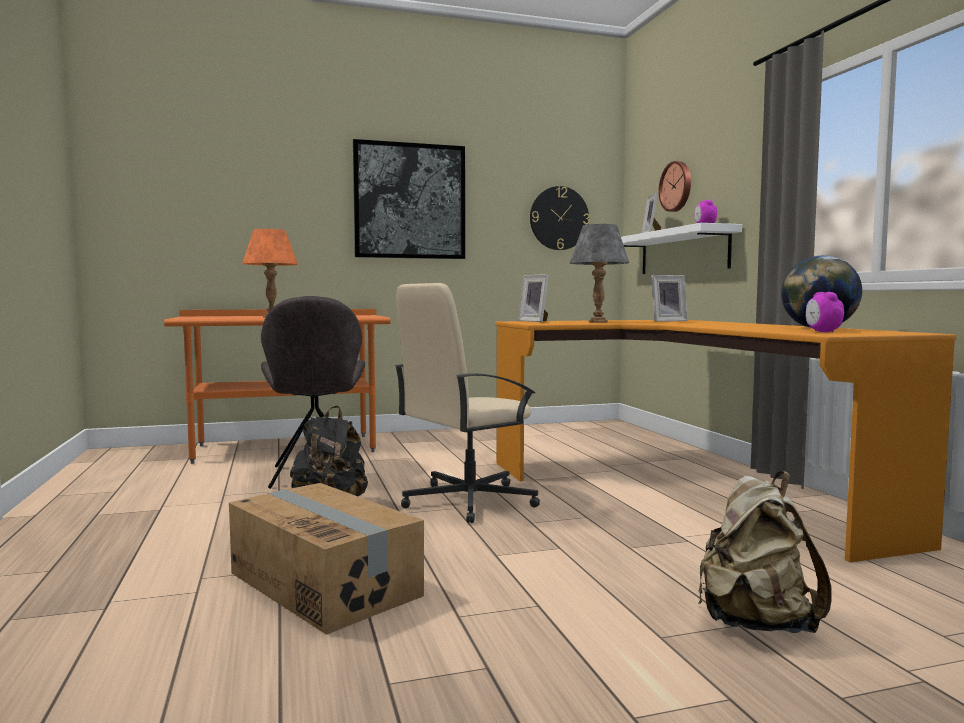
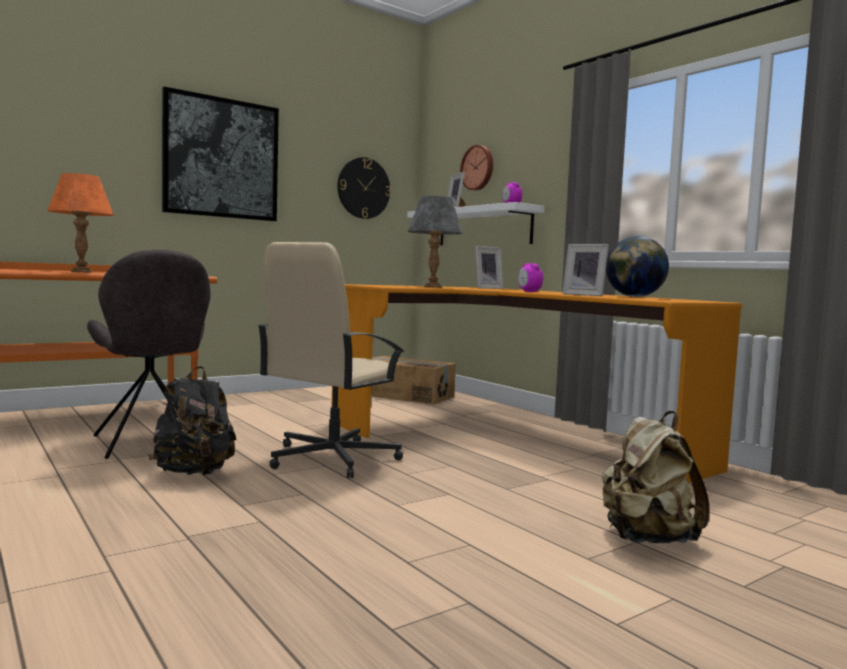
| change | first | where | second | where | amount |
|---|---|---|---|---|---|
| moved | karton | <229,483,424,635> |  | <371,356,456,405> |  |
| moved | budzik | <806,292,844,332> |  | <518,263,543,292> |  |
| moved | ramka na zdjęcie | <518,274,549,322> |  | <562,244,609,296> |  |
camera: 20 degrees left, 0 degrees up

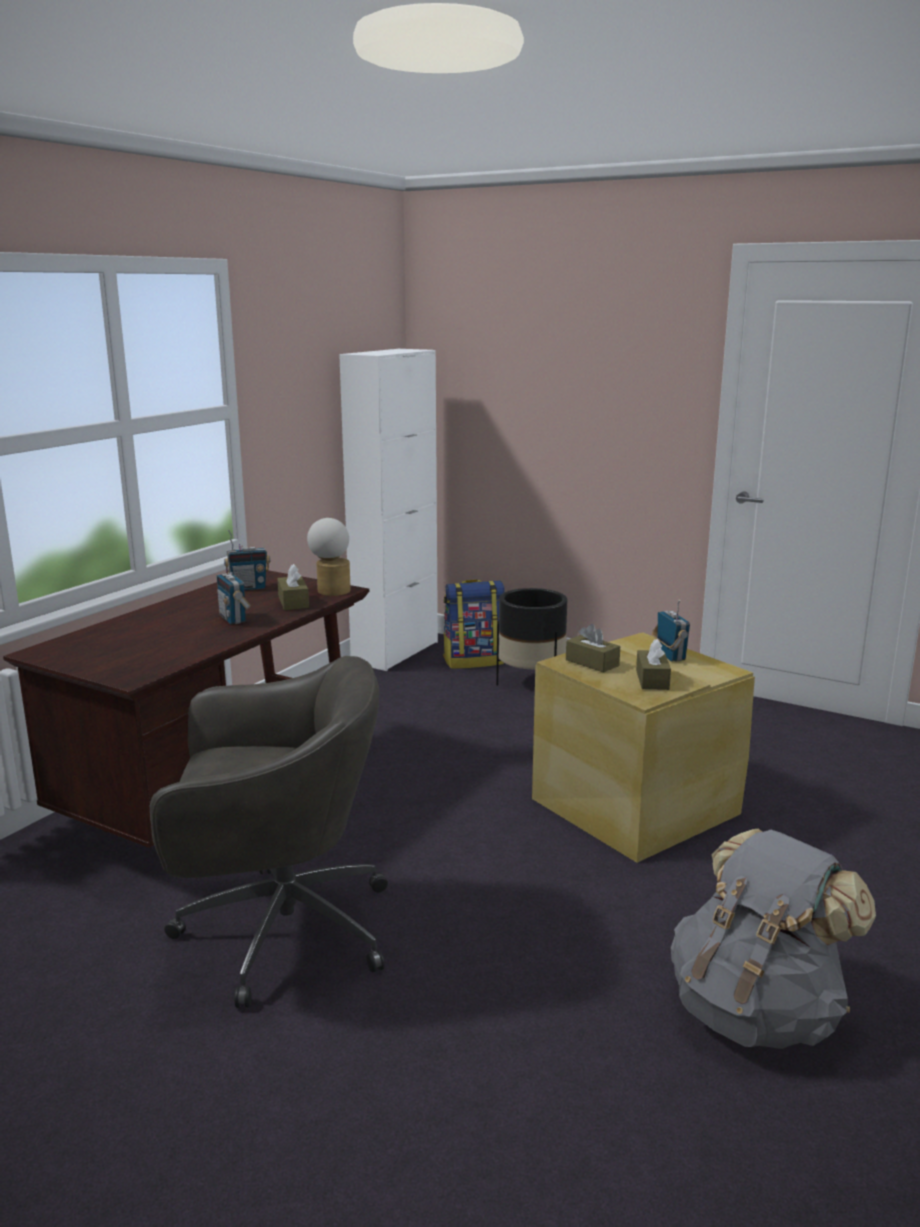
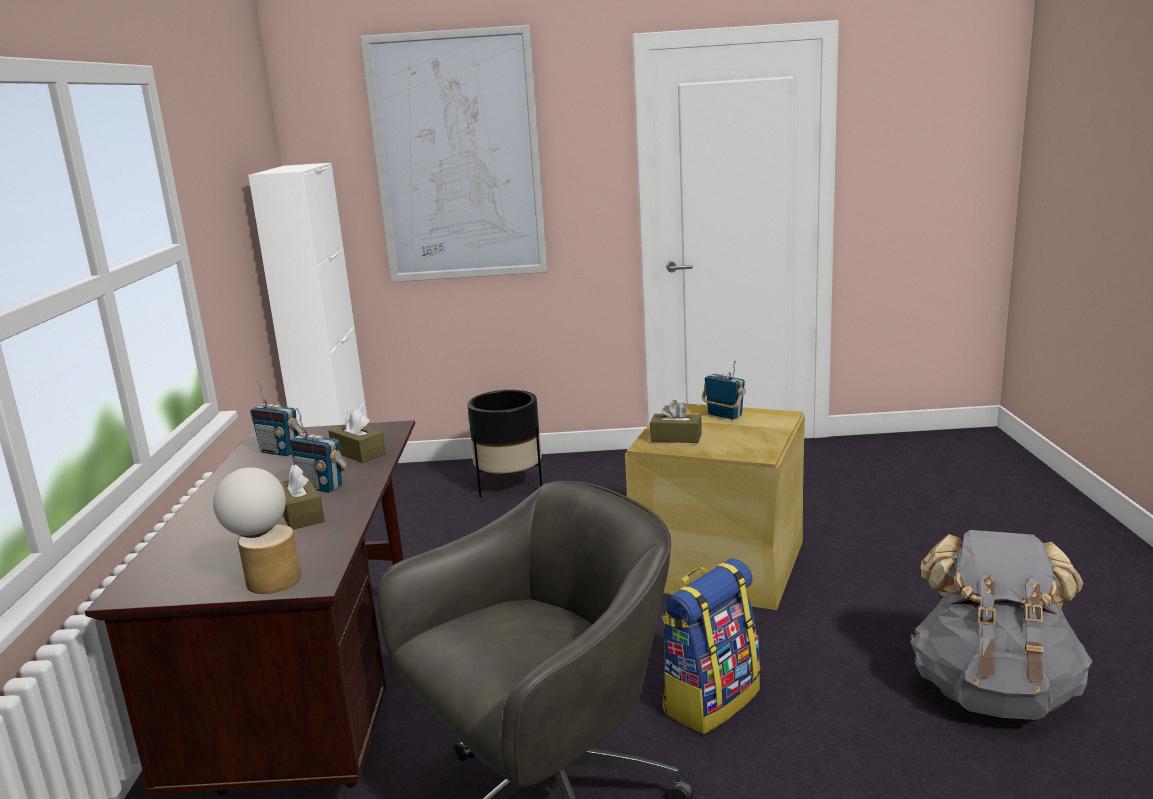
| change | first | where | second | where | amount |
|---|---|---|---|---|---|
| moved | lampa stołowa | <307,518,351,596> |  | <213,467,301,594> |  |
| turned | radio | <224,530,270,590> |  | <250,381,303,456> | 75 degrees clockwise |
| moved | pudełko chusteczek (brązowy) | <636,639,671,690> |  | <280,464,325,530> |  |
| added |  |  | obraz | <360,25,548,282> |  |
| moved | plecak | <443,579,505,669> |  | <661,559,760,734> |  |
camera: 30 degrees left, 0 degrees up

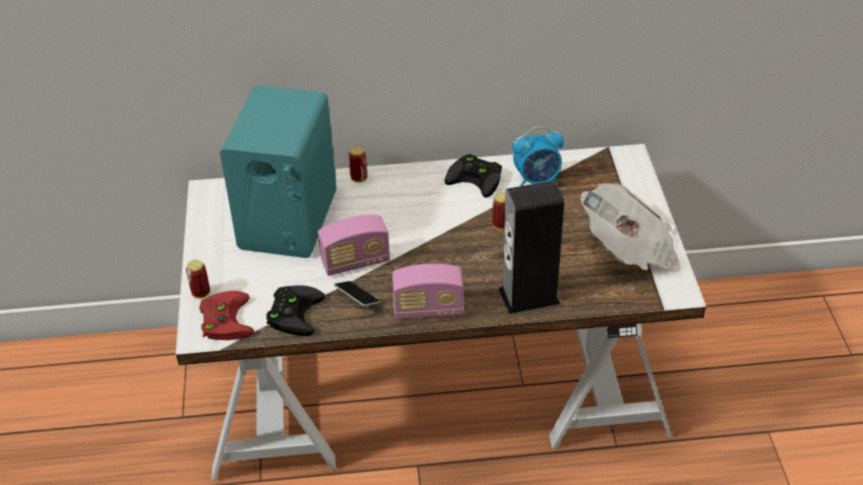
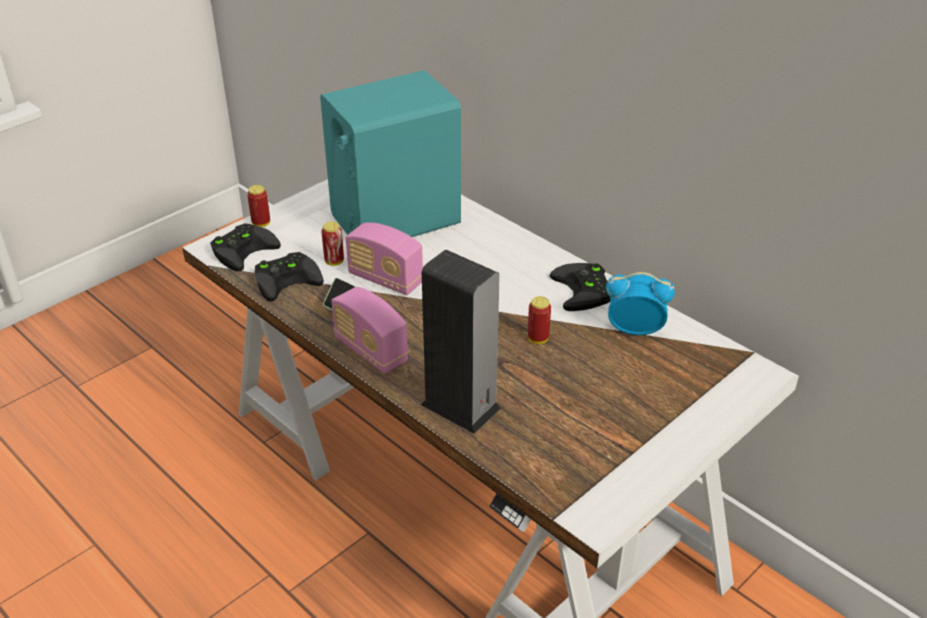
| change | first | where | second | where | amount |
|---|---|---|---|---|---|
| recoloured | pad do gier (czerwony) | <199,291,254,340> | pad do gier (czarny) | <210,223,281,271> |  |
| moved | puszka | <349,146,368,183> |  | <321,222,344,266> |  |
| turned | budzik | <512,126,564,186> |  | <606,272,675,335> | 150 degrees clockwise |
| removed | gazeta | <581,183,681,272> |  |  |  |
camera: 50 degrees right, 5 degrees down

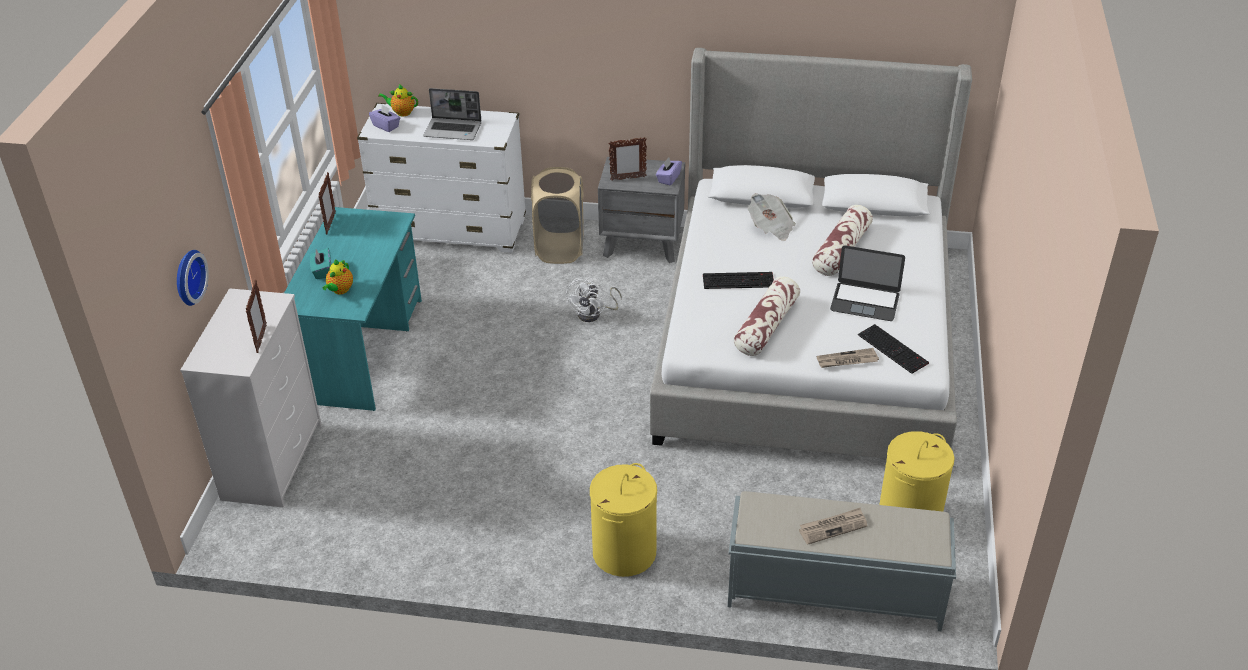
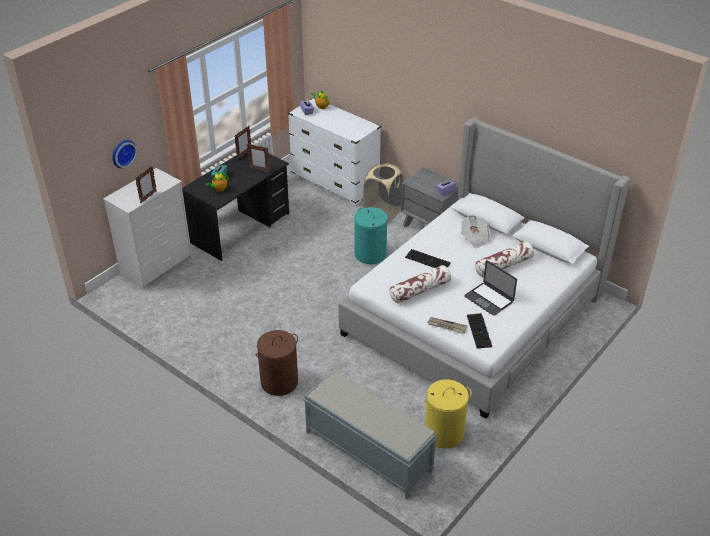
| change | first | where | second | where | amount |
|---|---|---|---|---|---|
| recoloured | biurko (turkusowy) | <284,207,422,411> | biurko (czarny) | <182,146,289,261> |  |
| moved | ramka na zdjęcie | <608,137,647,181> |  | <247,144,270,172> |  |
| recoloured | kosz na pranie (żółty) | <590,463,657,577> | kosz na pranie (brązowy) | <255,330,298,396> |  |
| replaced | wentylator (biały) | <566,278,622,322> | kosz na pranie (turkusowy) | <354,207,388,264> |  |
| removed | laptop | <423,88,481,140> |  |  |  |
| removed | gazeta | <799,508,867,545> |  |  |  |
camera: 30 degrees right, 0 degrees up

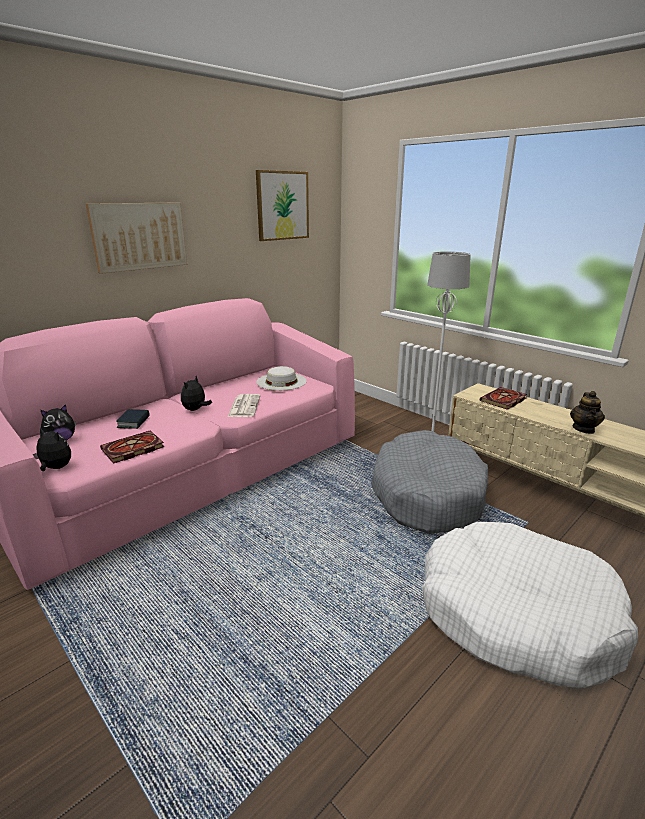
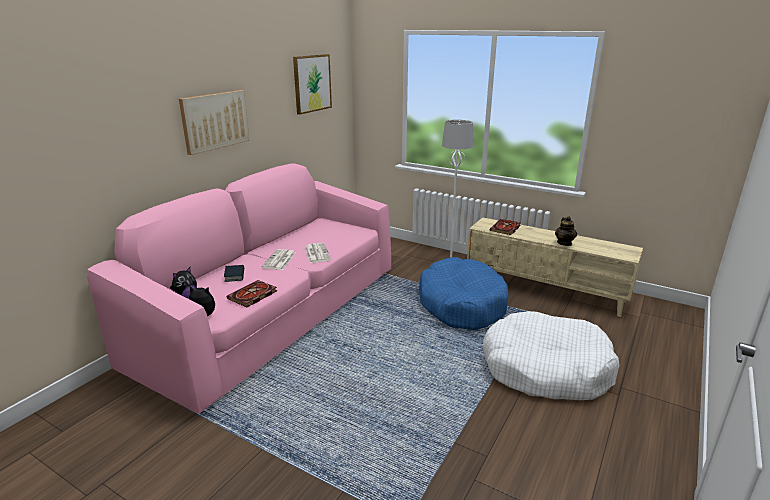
| change | first | where | second | where | amount |
|---|---|---|---|---|---|
| replaced | pluszak | <181,376,212,411> | gazeta | <261,249,296,270> |  |
| recoloured | legowisko (szary) | <371,430,488,534> | legowisko (niebieski) | <419,257,509,330> |  |
| removed | kapelusz (biały) | <256,366,307,391> |  |  |  |
camera: 15 degrees left, 0 degrees up

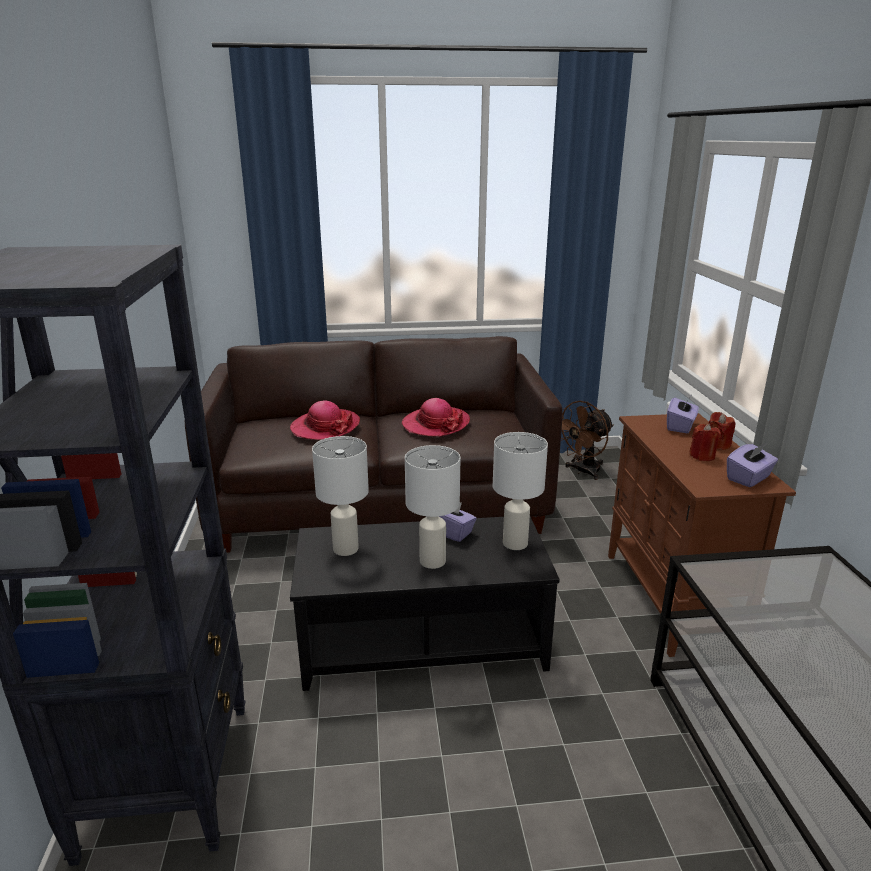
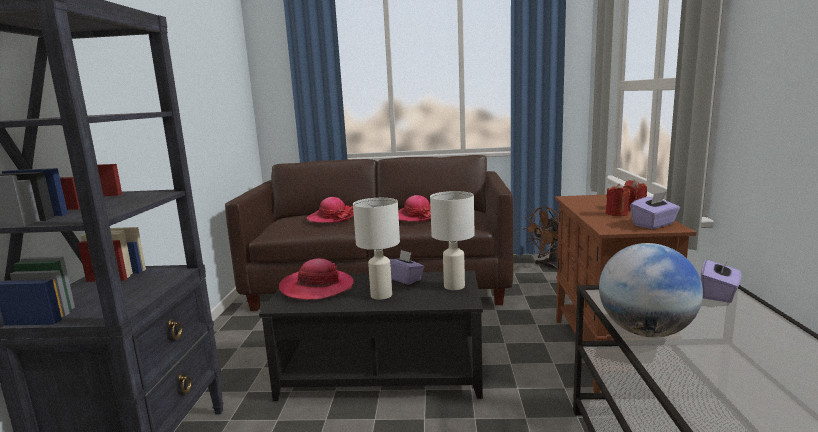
| change | first | where | second | where | amount |
|---|---|---|---|---|---|
| replaced | lampa stołowa (biały) | <312,436,369,556> | kapelusz | <279,258,354,300> |  |
| added |  |  | globus | <599,243,703,337> |  |
| moved | pudełko chusteczek (fioletowy) | <667,396,699,433> |  | <701,257,741,303> |  |
camera: 10 degrees right, 10 degrees down

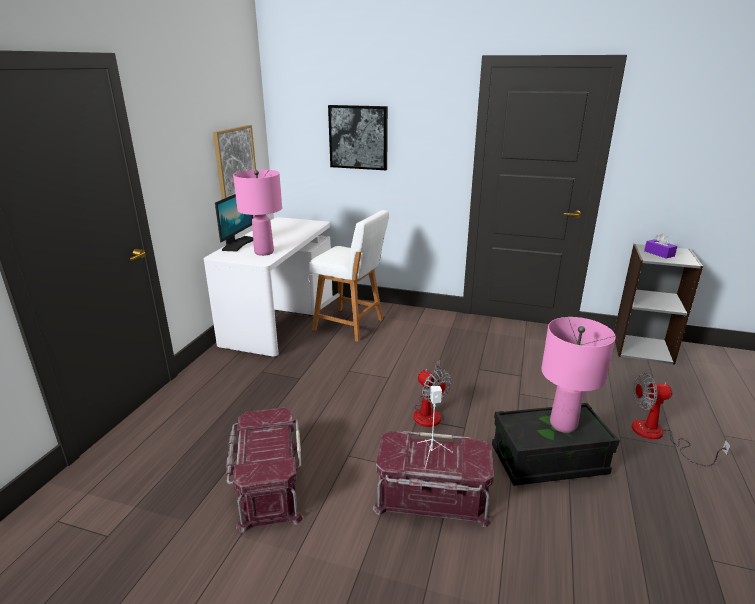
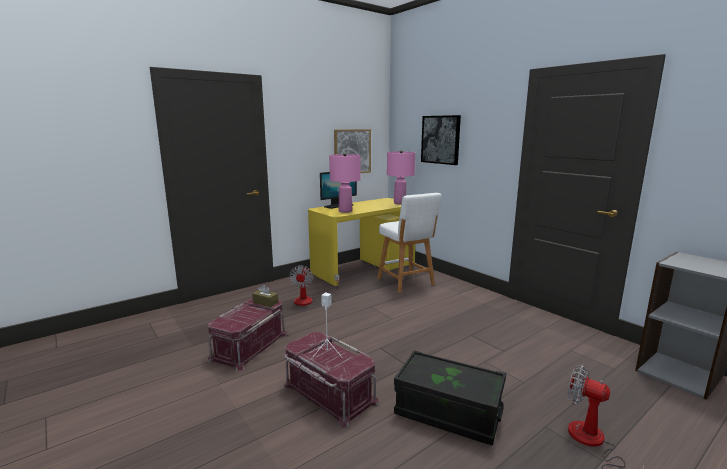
| change | first | where | second | where | amount |
|---|---|---|---|---|---|
| added |  |  | pudełko chusteczek (brązowy) | <252,285,278,307> |  |
| moved | wentylator | <414,360,451,427> |  | <289,265,339,306> |  |
| recoloured | biurko (biały) | <204,217,333,357> | biurko (żółty) | <308,198,416,286> |  |
| moved | lampa stołowa (różowy) | <541,317,616,433> |  | <387,150,415,205> |  |
| removed | pudełko chusteczek (fioletowy) | <644,233,677,259> |  |  |  |
camera: 35 degrees right, 10 degrees down

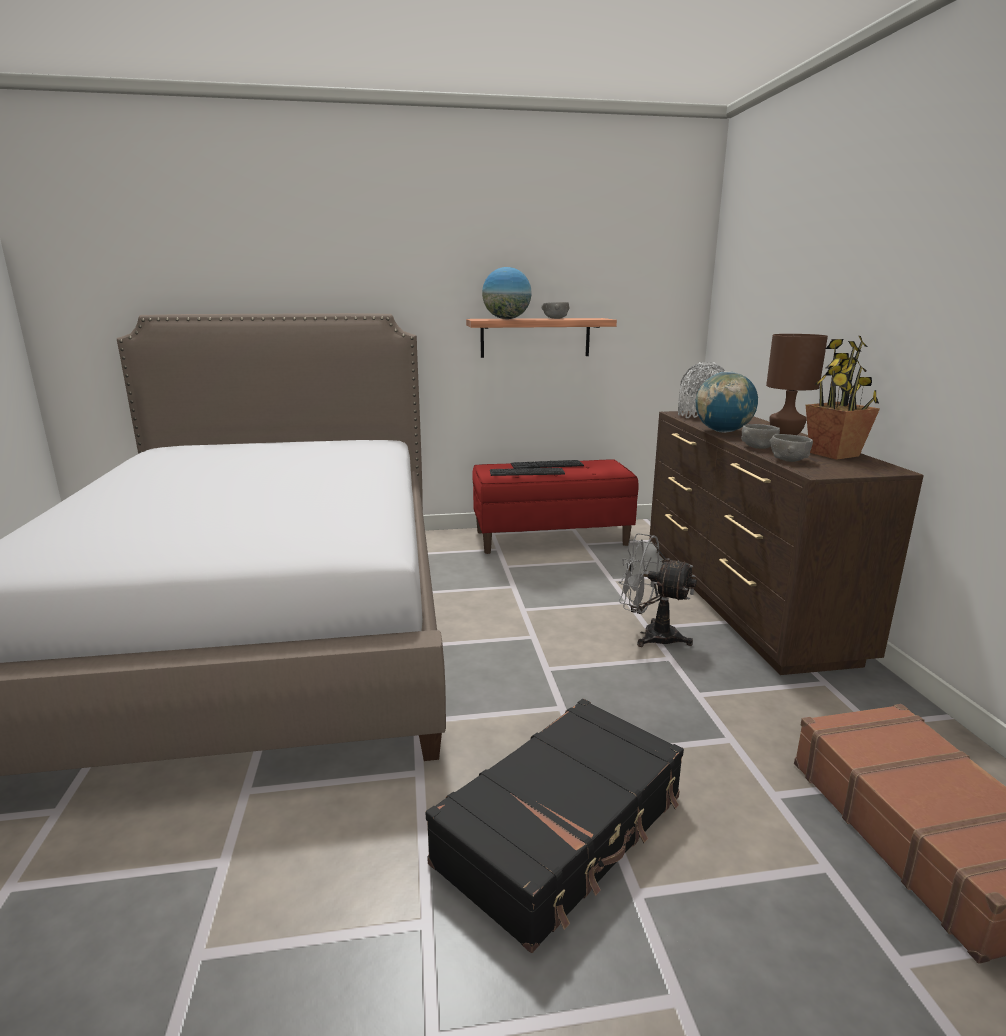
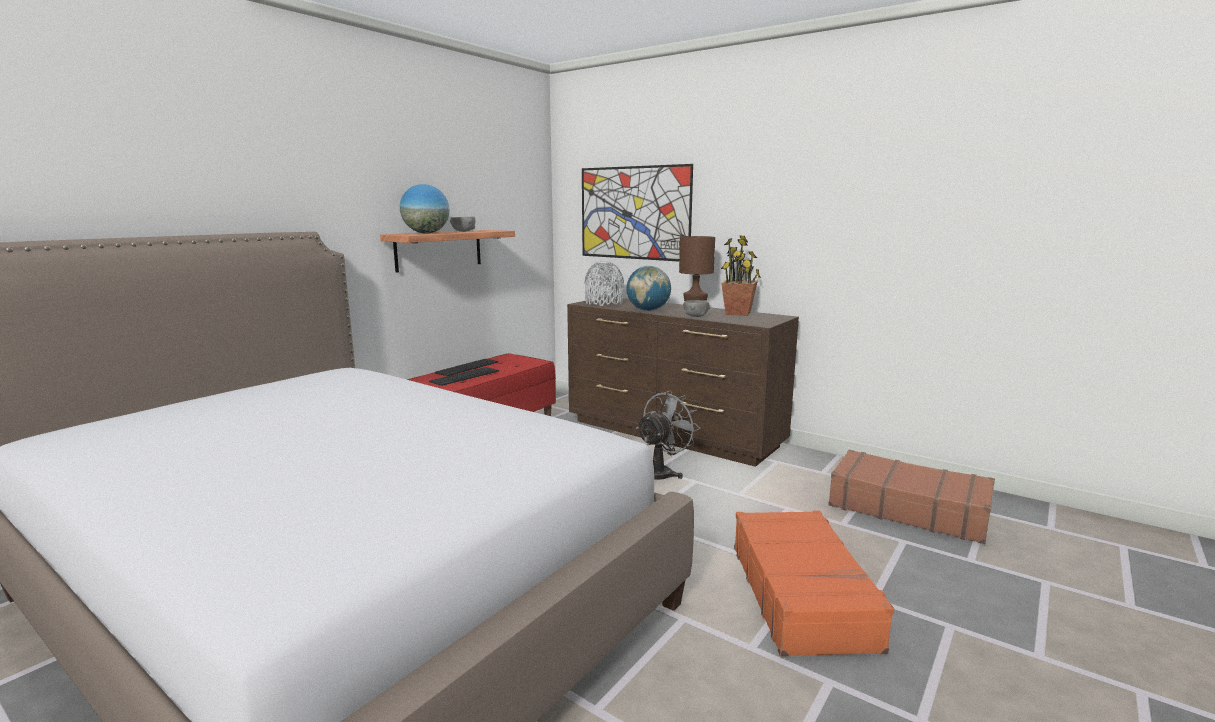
| change | first | where | second | where | amount |
|---|---|---|---|---|---|
| added |  |  | obraz | <582,164,693,261> |  |
| turned | wentylator (szary) | <618,533,697,647> |  | <636,391,701,480> | 150 degrees clockwise |
| recoloured | walizka (czarny) | <425,699,684,953> | walizka (pomarańczowy) | <734,511,894,656> |  |
| removed | miska (szary) | <769,434,813,462> |  |  |  |
camera: 45 degrees left, 5 degrees down

